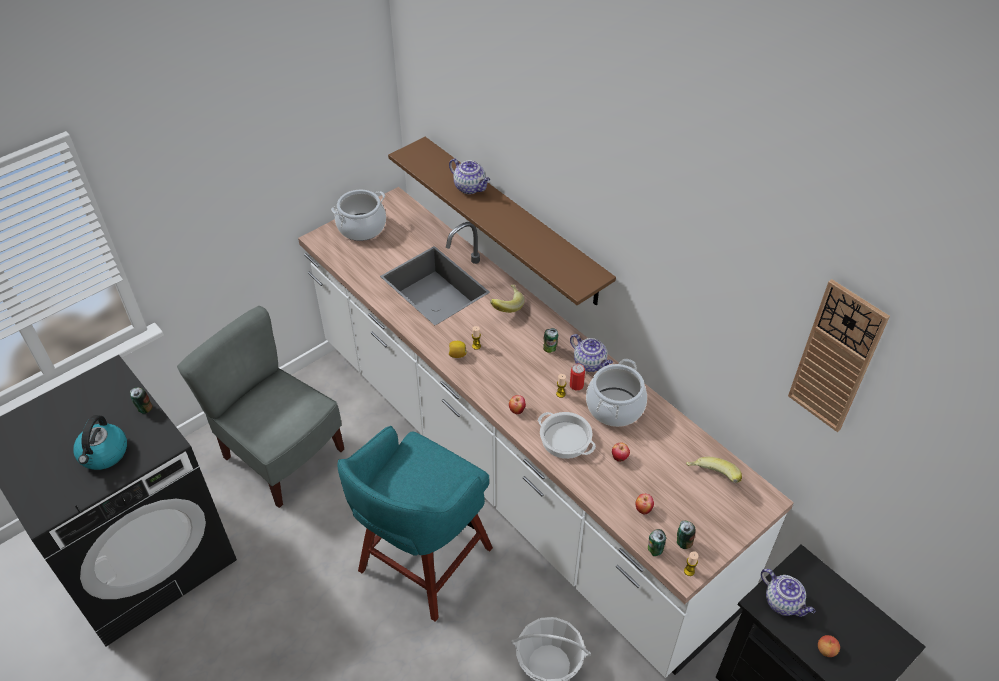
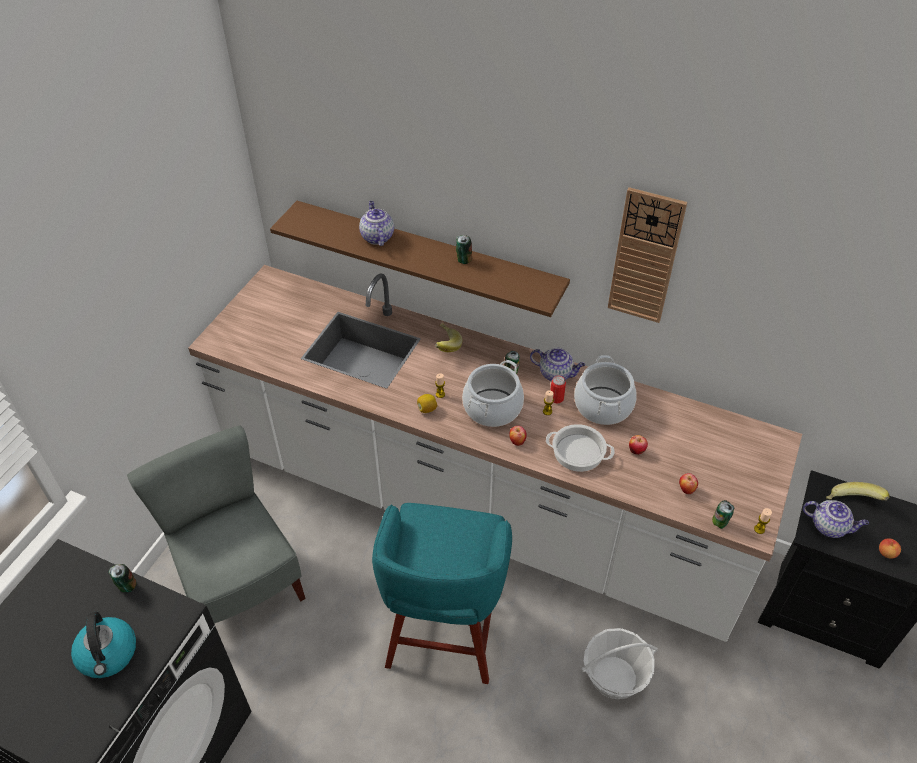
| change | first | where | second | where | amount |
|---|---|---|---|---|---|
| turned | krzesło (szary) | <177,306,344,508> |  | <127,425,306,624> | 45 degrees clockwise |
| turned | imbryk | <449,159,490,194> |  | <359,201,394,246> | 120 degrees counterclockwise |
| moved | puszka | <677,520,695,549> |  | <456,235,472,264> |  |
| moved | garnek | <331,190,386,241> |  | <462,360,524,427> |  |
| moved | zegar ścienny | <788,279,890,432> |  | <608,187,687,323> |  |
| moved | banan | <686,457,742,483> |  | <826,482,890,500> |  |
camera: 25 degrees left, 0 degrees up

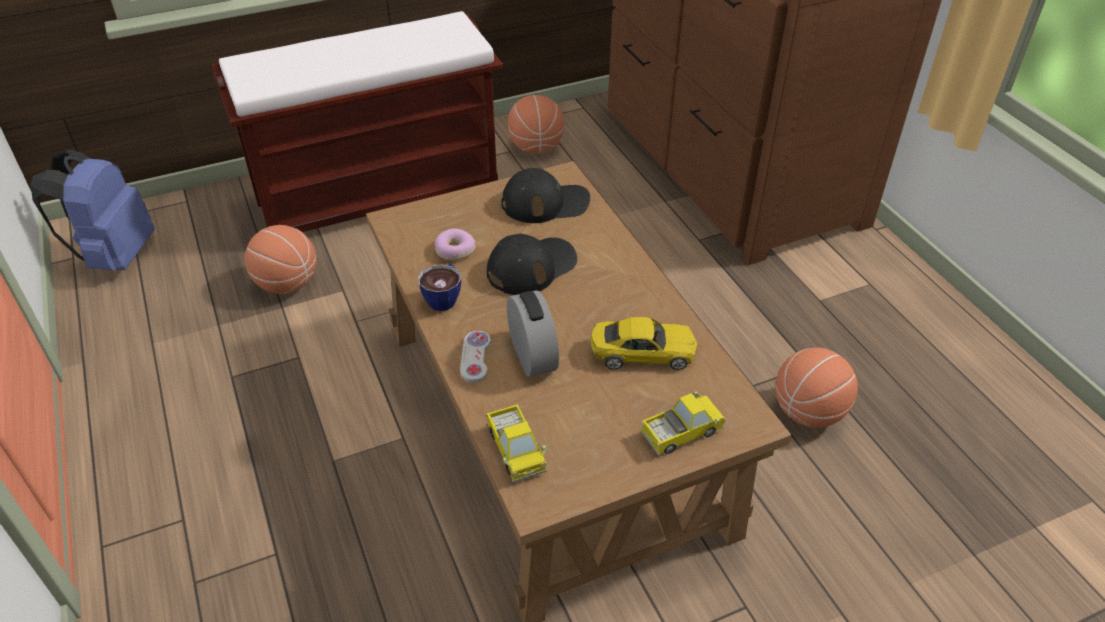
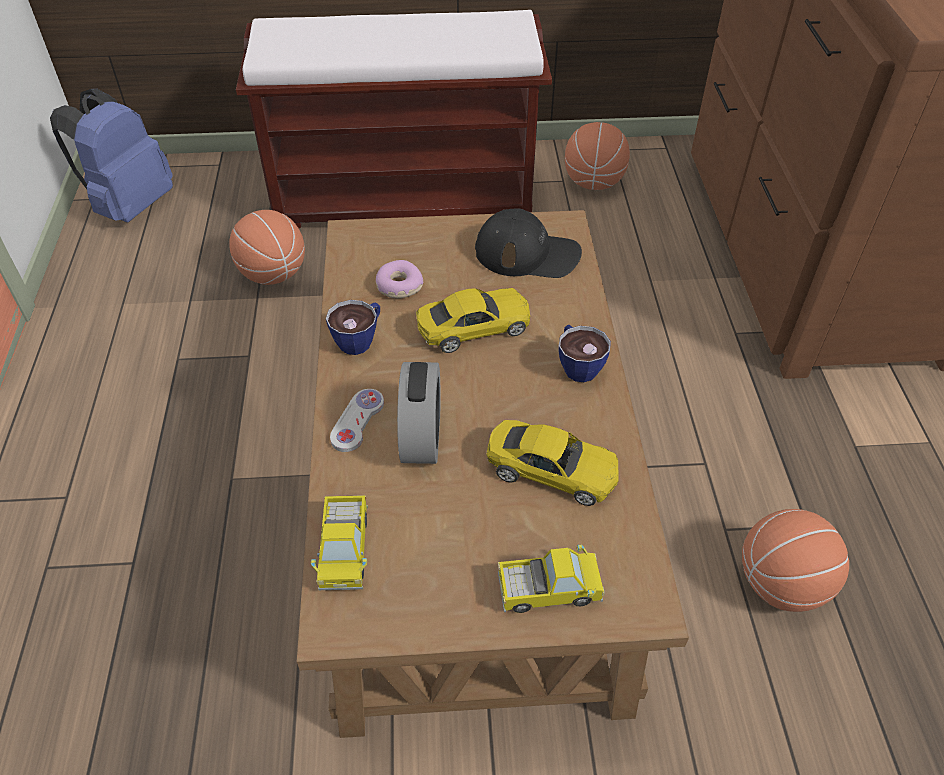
| change | first | where | second | where | amount |
|---|---|---|---|---|---|
| replaced | czapka z daszkiem (czarny) | <487,234,577,295> | samochodzik (żółty) | <416,288,530,353> |  |
| added |  |  | filiżanka | <558,325,611,382> |  |
camera: 20 degrees right, 5 degrees up

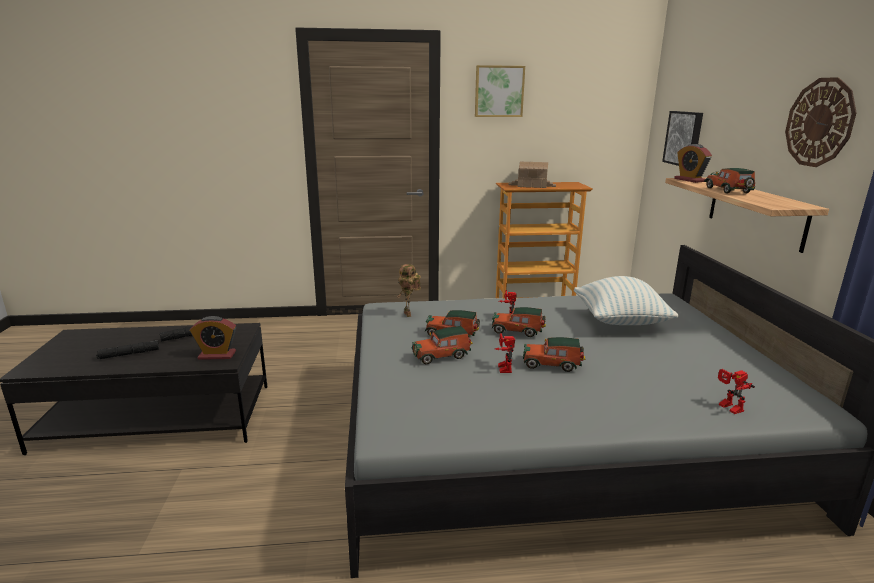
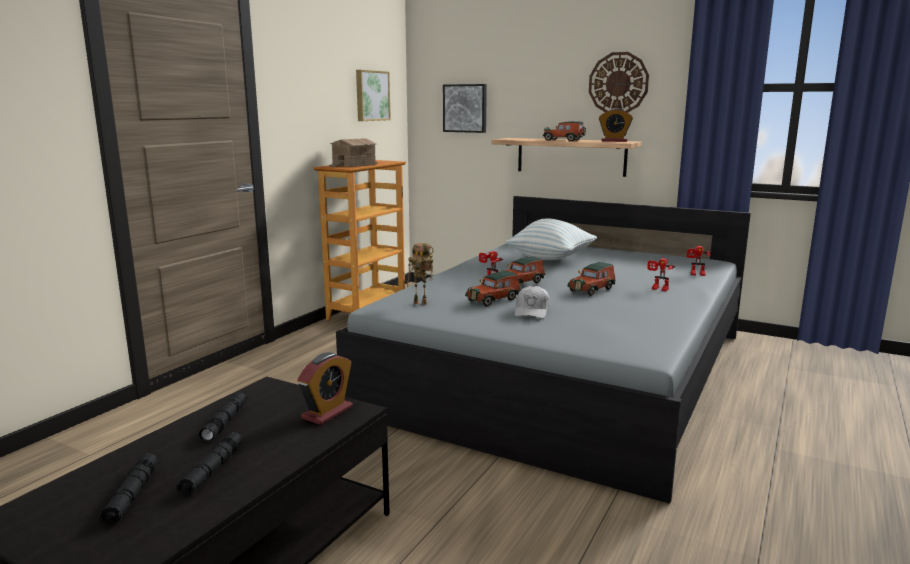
| change | first | where | second | where | amount |
|---|---|---|---|---|---|
| added |  |  | latarka (czarny) | <99,453,158,524> |  |
| moved | obraz | <475,65,525,117> |  | <356,70,391,121> |  |
| replaced | samochodzik | <412,326,473,364> | czapka z daszkiem (biały) | <514,285,550,319> |  |
| moved | budzik | <674,144,712,183> |  | <599,108,633,142> |  |
| moved | robot zabawkowy | <495,333,515,373> |  | <647,258,675,291> |  |
camera: 55 degrees left, 5 degrees down

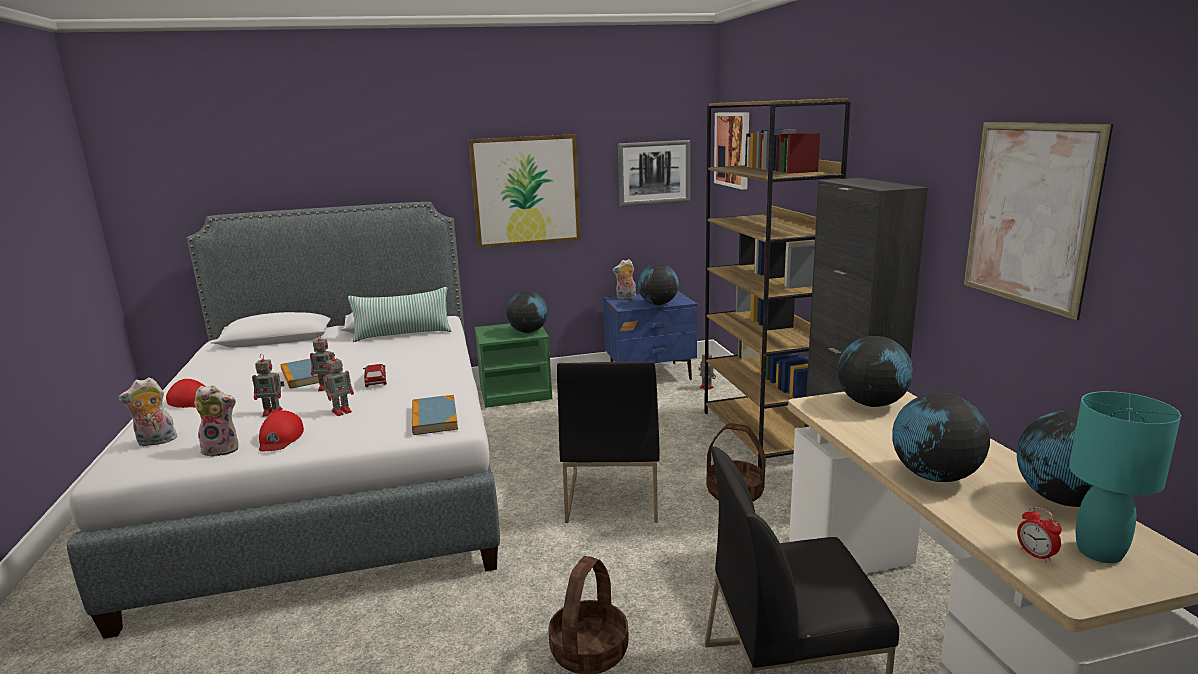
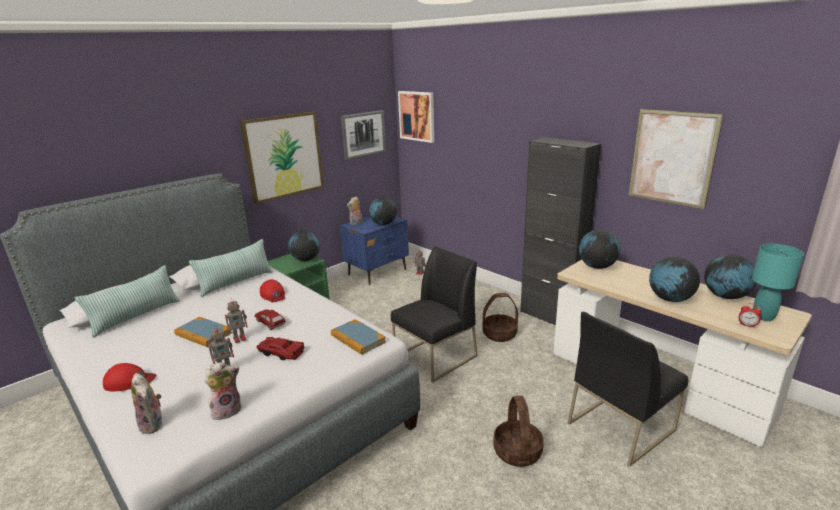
| change | first | where | second | where | amount |
|---|---|---|---|---|---|
| added |  |  | poduszka | <75,265,180,337> |  |
| turned | pluszak | <118,377,177,446> |  | <131,373,162,434> | 75 degrees counterclockwise |
| replaced | robot zabawkowy | <323,353,354,416> | samochodzik (czerwony) | <257,337,304,360> |  |
| moved | czapka z daszkiem (czerwony) | <259,410,304,451> |  | <260,279,285,302> |  |
| turned | krzesło (czarny) | <557,361,660,523> |  | <391,246,477,383> | 105 degrees counterclockwise |
| removed | regał (brązowy) | <704,98,851,469> |  |  |  |
camera: 30 degrees left, 5 degrees up

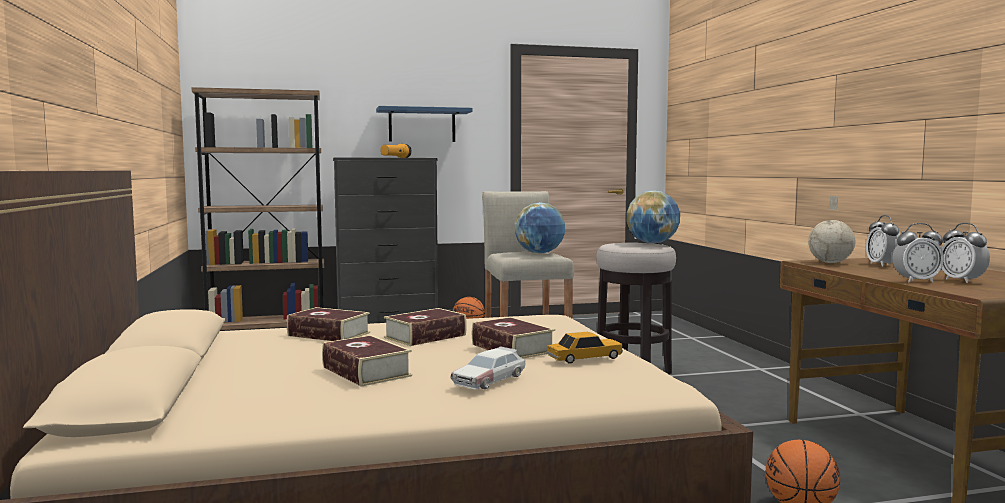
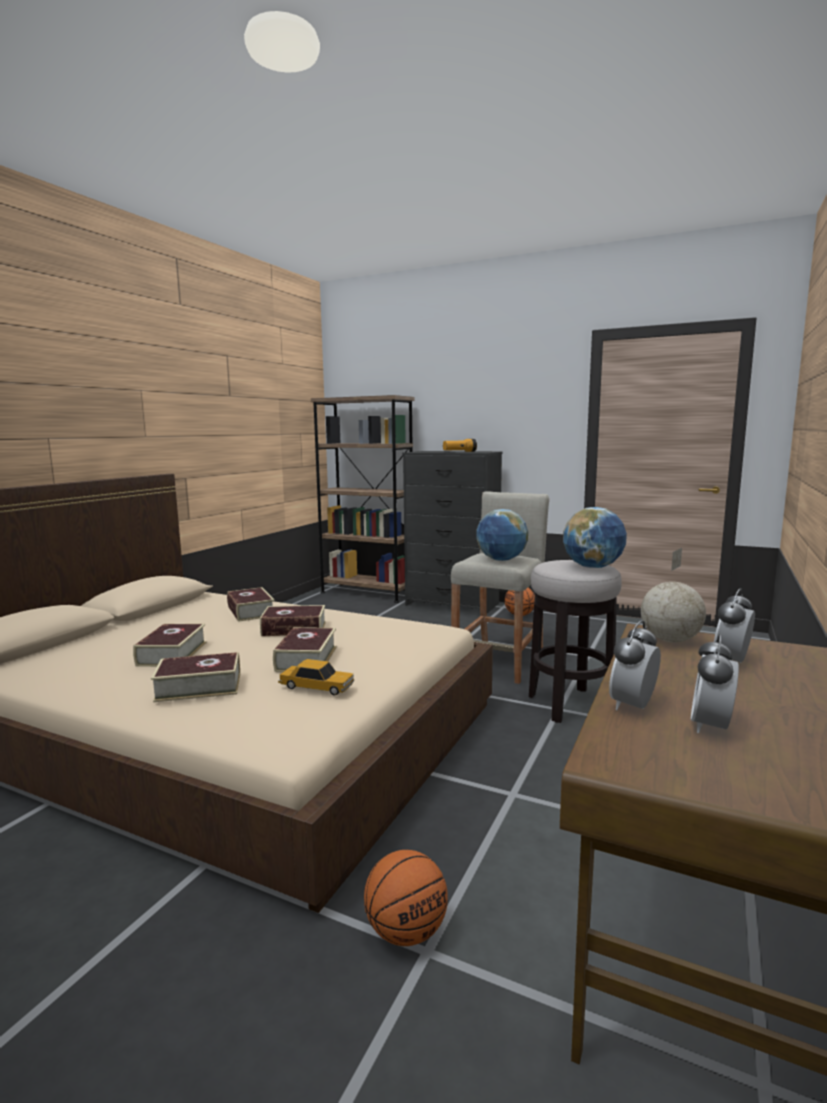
| change | first | where | second | where | amount |
|---|---|---|---|---|---|
| replaced | samochodzik | <451,347,525,390> | książka | <151,652,240,702> |  |
| turned | budzik | <893,223,944,282> |  | <609,620,661,710> | 90 degrees clockwise |
| removed | półka (niebieski) | <376,106,473,142> |  |  |  |
camera: 40 degrees right, 5 degrees up

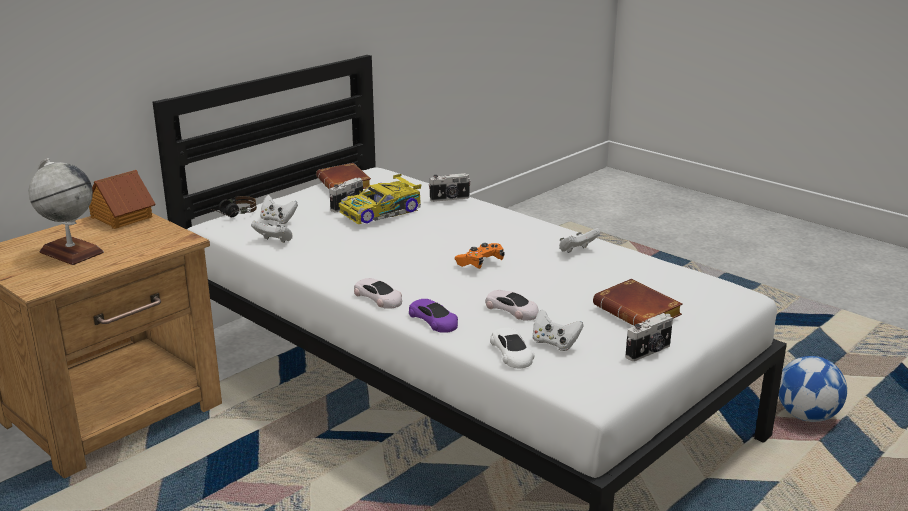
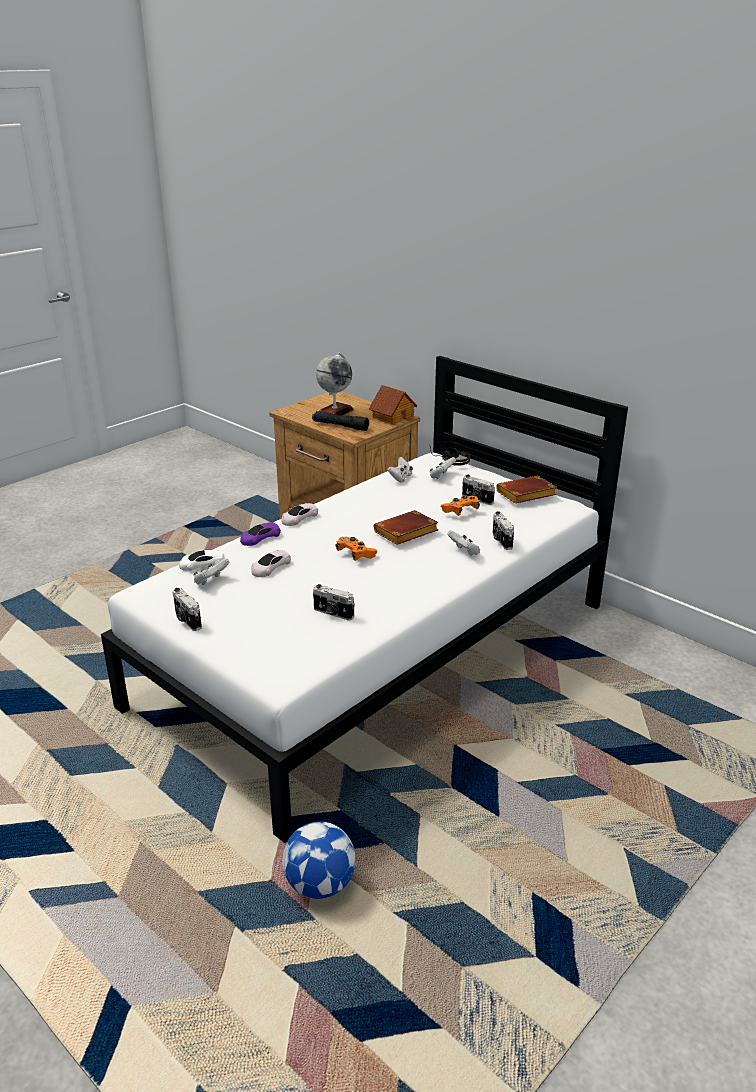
| change | first | where | second | where | amount |
|---|---|---|---|---|---|
| added |  |  | latarka (czarny) | <312,411,369,431> |  |
| added |  |  | aparat fotograficzny | <313,584,355,621> |  |
| moved | książka (brązowy) | <593,279,683,326> |  | <374,510,438,545> |  |
| replaced | samochodzik | <339,174,422,224> | pad do gier (pomarańczowy) | <441,495,480,516> |  |
| moved | pad do gier (biały) | <559,228,600,253> |  | <447,530,480,556> |  |
camera: 90 degrees right, 5 degrees up

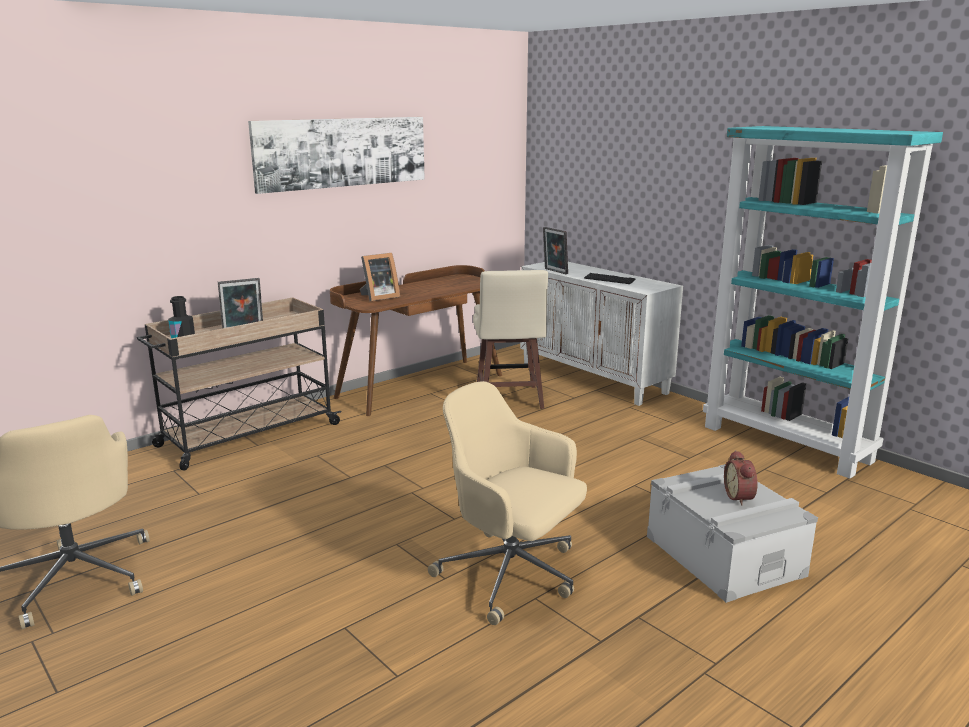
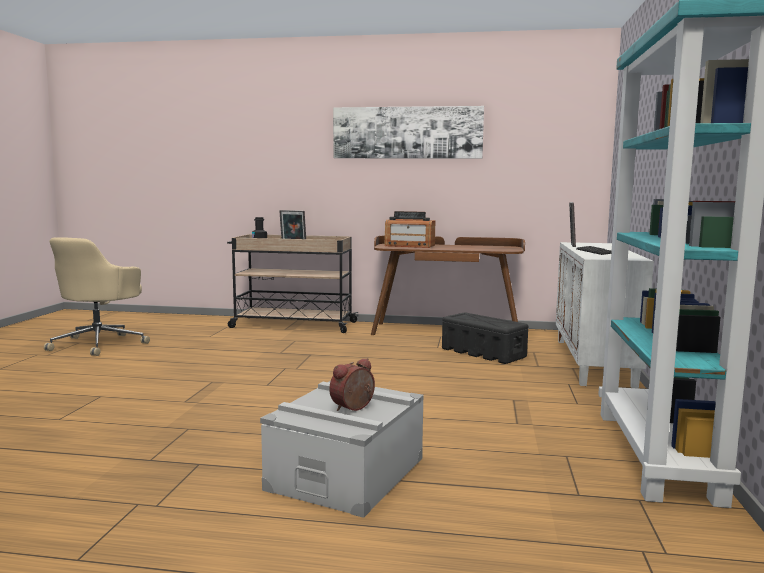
| change | first | where | second | where | amount |
|---|---|---|---|---|---|
| replaced | ramka na zdjęcie | <360,253,400,302> | radio | <385,211,435,248> |  |
| replaced | stołek (beżowy) | <473,270,548,409> | pojemnik do przechowywania (czarny) | <442,313,528,364> |  |
| removed | krzesło biurowe (beżowy) | <428,381,587,625> |  |  |  |
camera: 50 degrees right, 10 degrees down

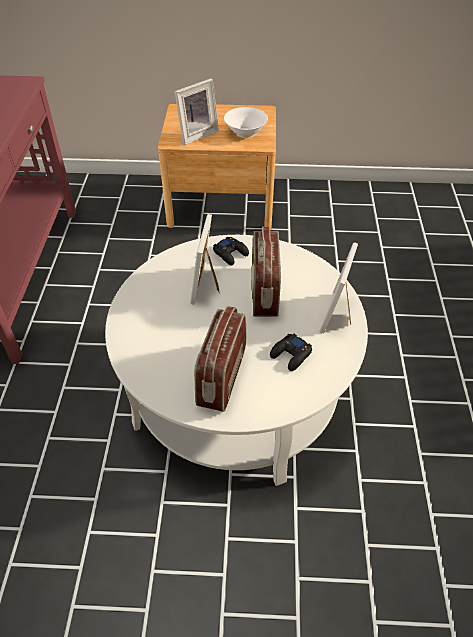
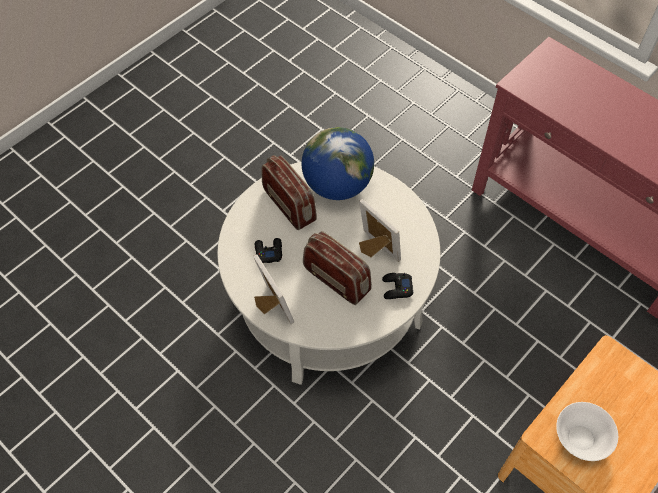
| change | first | where | second | where | amount |
|---|---|---|---|---|---|
| added |  |  | globus | <302,127,374,200> |  |
| removed | ramka na zdjęcie | <174,78,219,145> |  |  |  |
camera: 130 degrees right, 10 degrees up

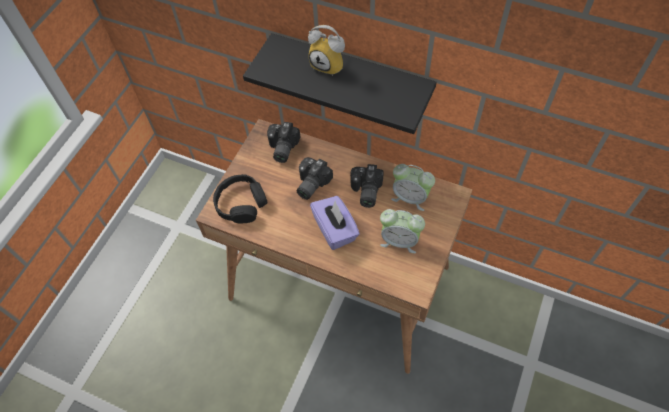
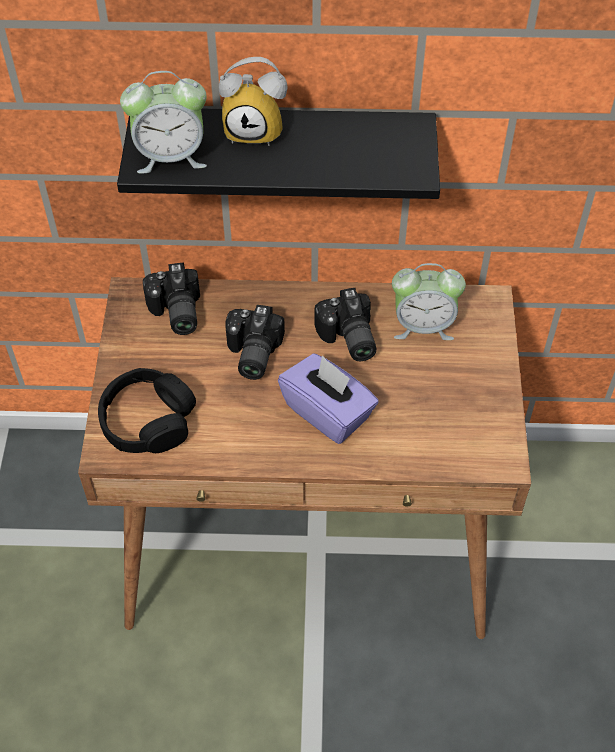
| change | first | where | second | where | amount |
|---|---|---|---|---|---|
| moved | budzik | <380,209,425,253> |  | <120,71,207,174> |  |
camera: 25 degrees left, 5 degrees down

